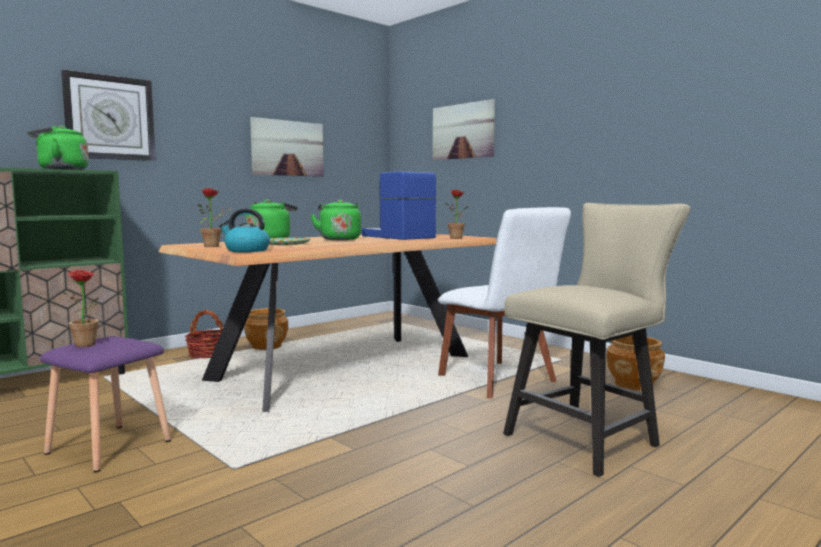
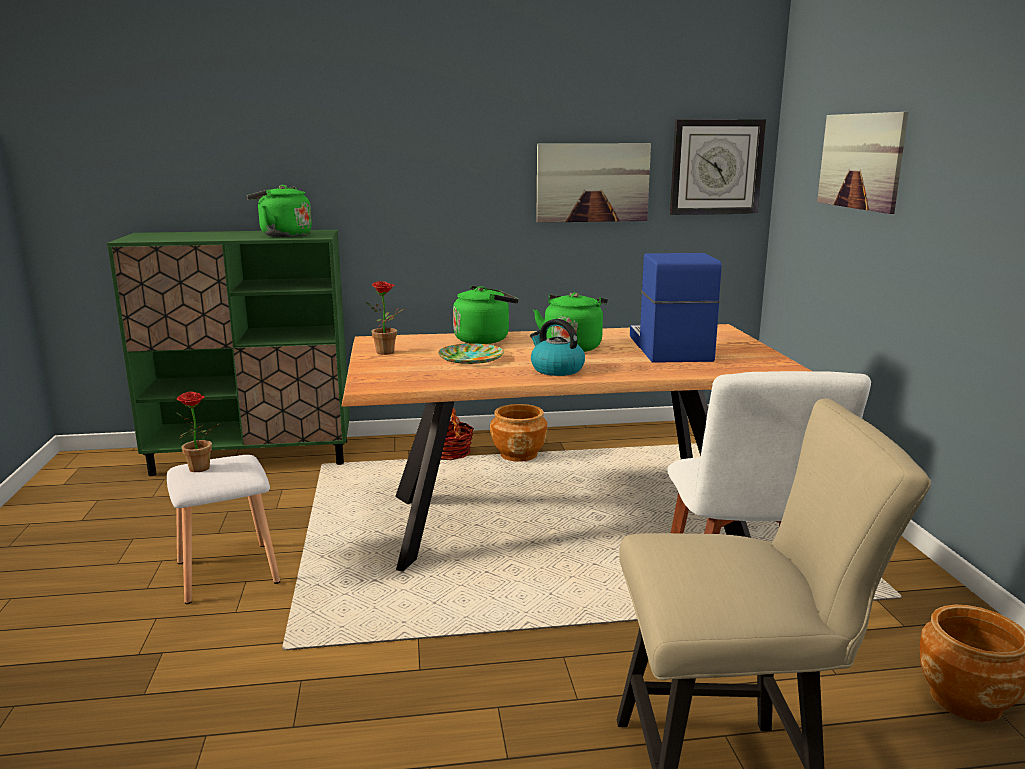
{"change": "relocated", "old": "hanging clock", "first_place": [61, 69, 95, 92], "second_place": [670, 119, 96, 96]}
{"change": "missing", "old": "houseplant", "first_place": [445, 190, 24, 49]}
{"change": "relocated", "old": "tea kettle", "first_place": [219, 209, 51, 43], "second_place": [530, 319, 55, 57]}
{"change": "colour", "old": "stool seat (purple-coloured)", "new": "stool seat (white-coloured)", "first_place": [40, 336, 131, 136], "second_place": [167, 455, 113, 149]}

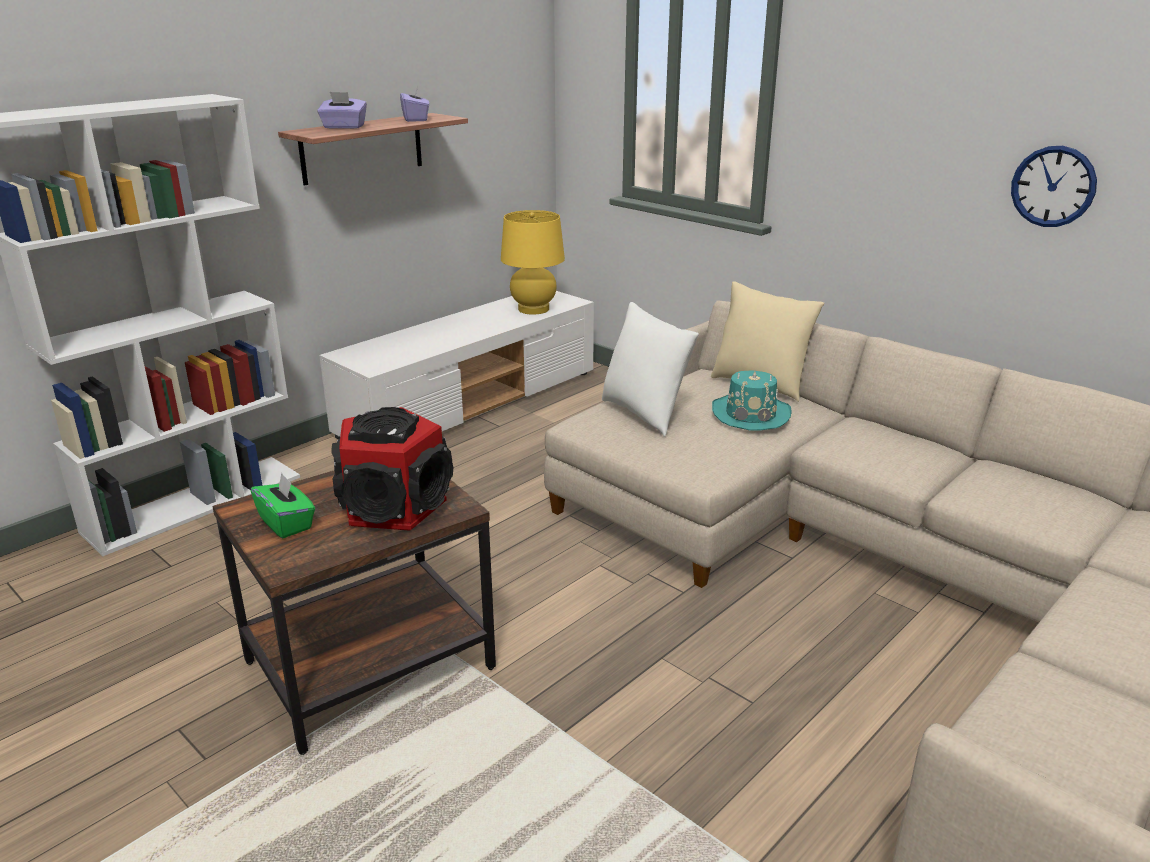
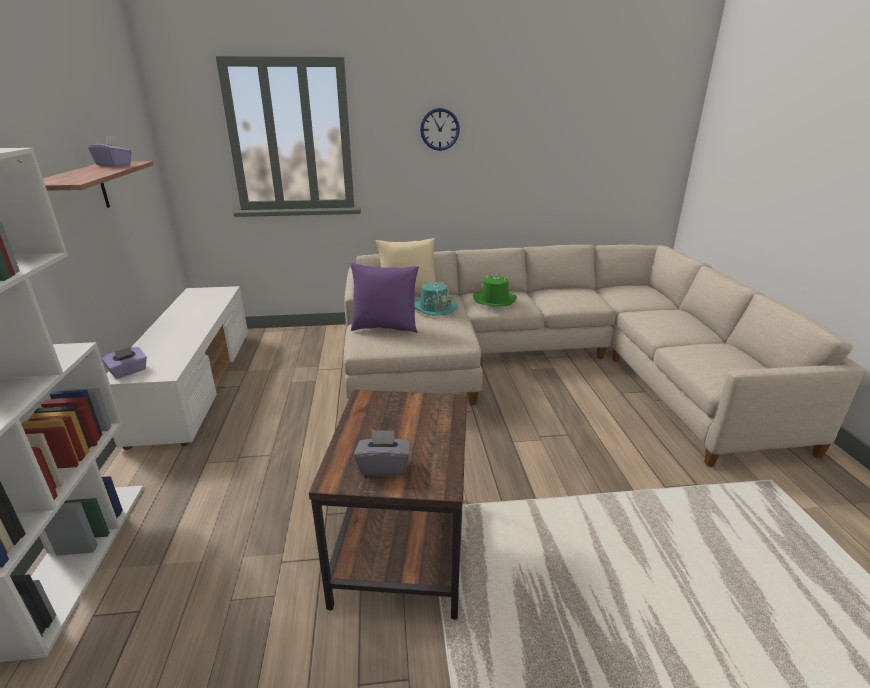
{"change": "relocated", "old": "box of tissues (purple-coloured)", "first_place": [317, 92, 50, 37], "second_place": [102, 347, 45, 32]}
{"change": "relocated", "old": "hanging clock", "first_place": [1011, 146, 86, 81], "second_place": [420, 108, 40, 43]}
{"change": "missing", "old": "lamp for a table (yellow-coloured)", "first_place": [501, 210, 64, 105]}
{"change": "colour", "old": "pillow (white-coloured)", "new": "pillow (purple-coloured)", "first_place": [602, 302, 97, 135], "second_place": [351, 263, 68, 70]}
{"change": "missing", "old": "loudspeaker", "first_place": [331, 407, 122, 124]}
{"change": "colour", "old": "box of tissues (green-coloured)", "new": "box of tissues (gray)", "first_place": [251, 473, 64, 65], "second_place": [354, 430, 56, 46]}
{"change": "appeared", "new": "hat (green-coloured)", "second_place": [473, 274, 44, 33]}

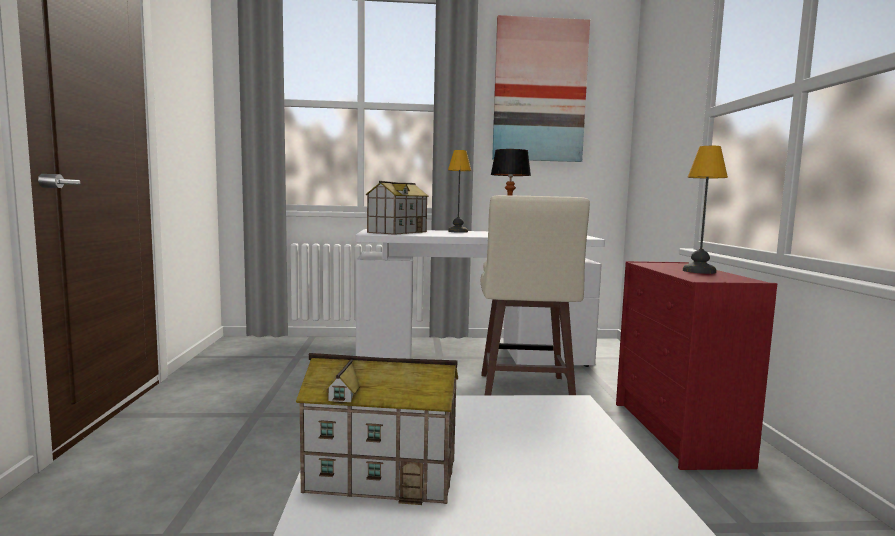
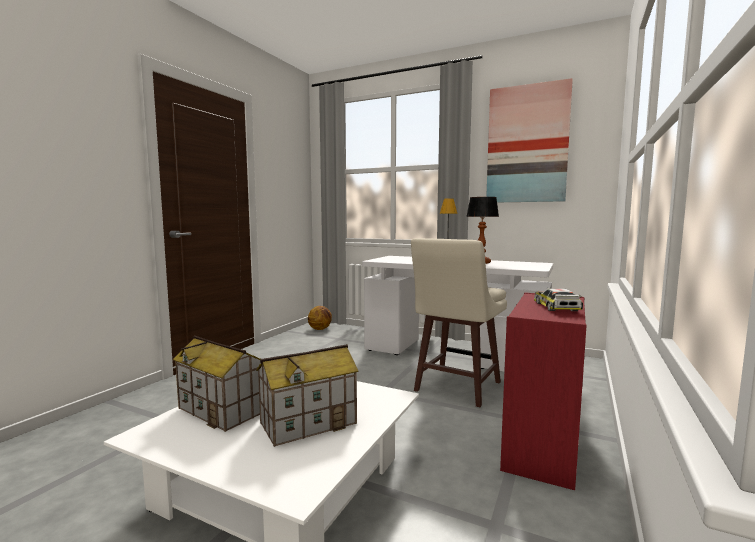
{"change": "exchanged", "old": "lamp for a table", "new": "model car", "first_place": [683, 146, 45, 128], "second_place": [534, 289, 49, 22]}
{"change": "relocated", "old": "toy house", "first_place": [366, 181, 63, 54], "second_place": [256, 344, 102, 103]}
{"change": "appeared", "new": "ball for basketball", "second_place": [308, 306, 24, 24]}

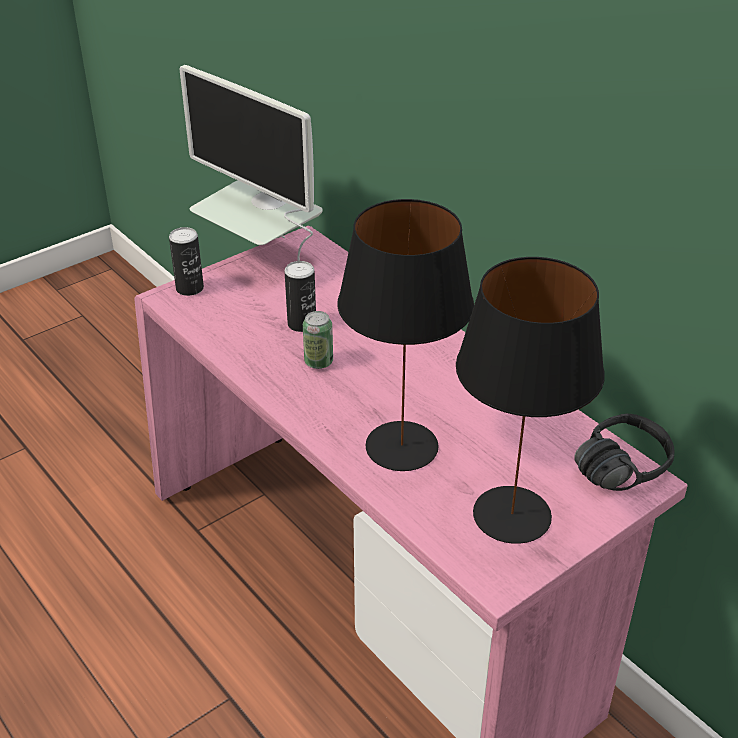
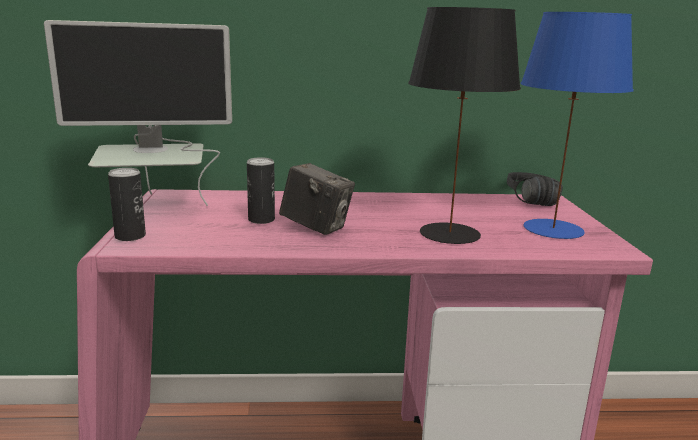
{"change": "colour", "old": "lamp for a table (black-coloured)", "new": "lamp for a table (blue-coloured)", "first_place": [456, 257, 149, 287], "second_place": [521, 12, 112, 227]}
{"change": "exchanged", "old": "metal can", "new": "photo camera", "first_place": [303, 311, 30, 58], "second_place": [279, 163, 76, 72]}

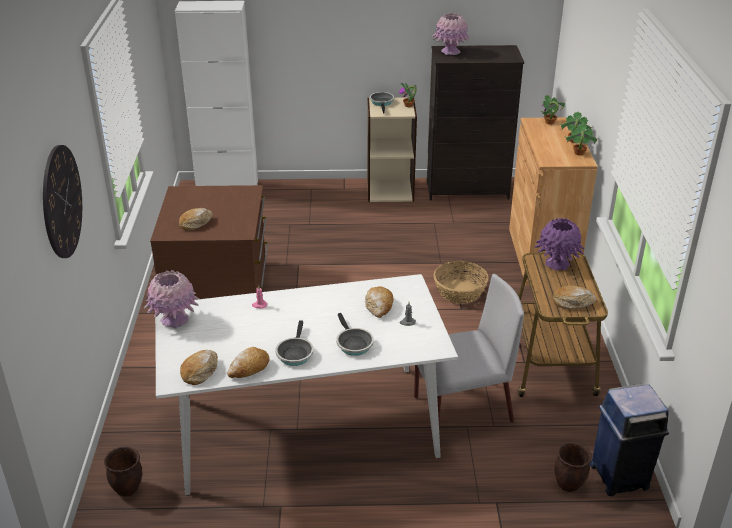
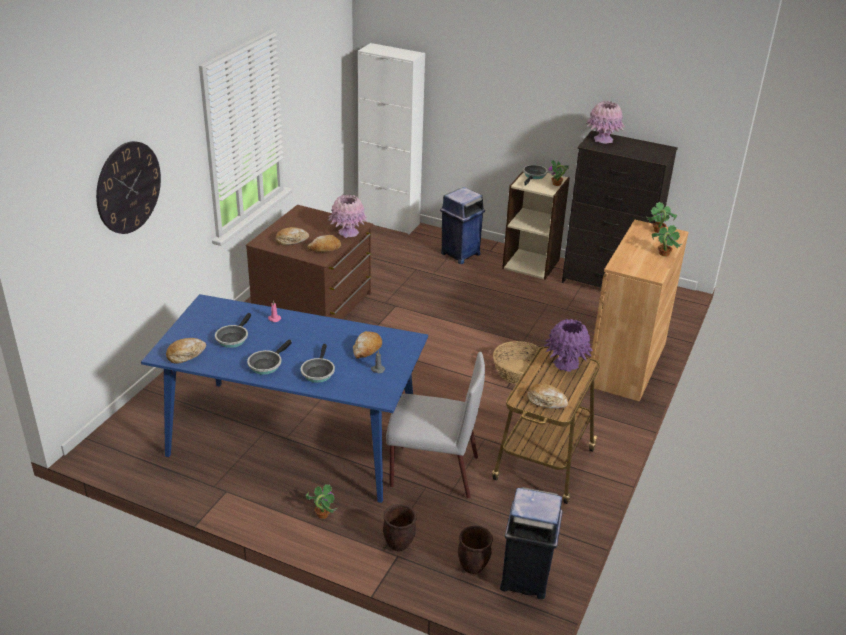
{"change": "relocated", "old": "houseplant", "first_place": [565, 123, 33, 33], "second_place": [305, 484, 32, 35]}
{"change": "relocated", "old": "vase (pink)", "first_place": [144, 270, 55, 59], "second_place": [328, 194, 39, 44]}
{"change": "colour", "old": "dinner table (white-coloured)", "new": "dinner table (blue-coloured)", "first_place": [155, 274, 303, 221], "second_place": [141, 294, 287, 209]}
{"change": "relocated", "old": "bakery bread", "first_place": [227, 347, 42, 31], "second_place": [308, 235, 33, 17]}
{"change": "relocated", "old": "planter (brown-coloured)", "first_place": [104, 447, 38, 49], "second_place": [383, 504, 34, 47]}
{"change": "appeared", "new": "waste bin (blue-coloured)", "second_place": [440, 187, 45, 77]}
{"change": "appeared", "new": "skillet", "second_place": [215, 313, 36, 35]}

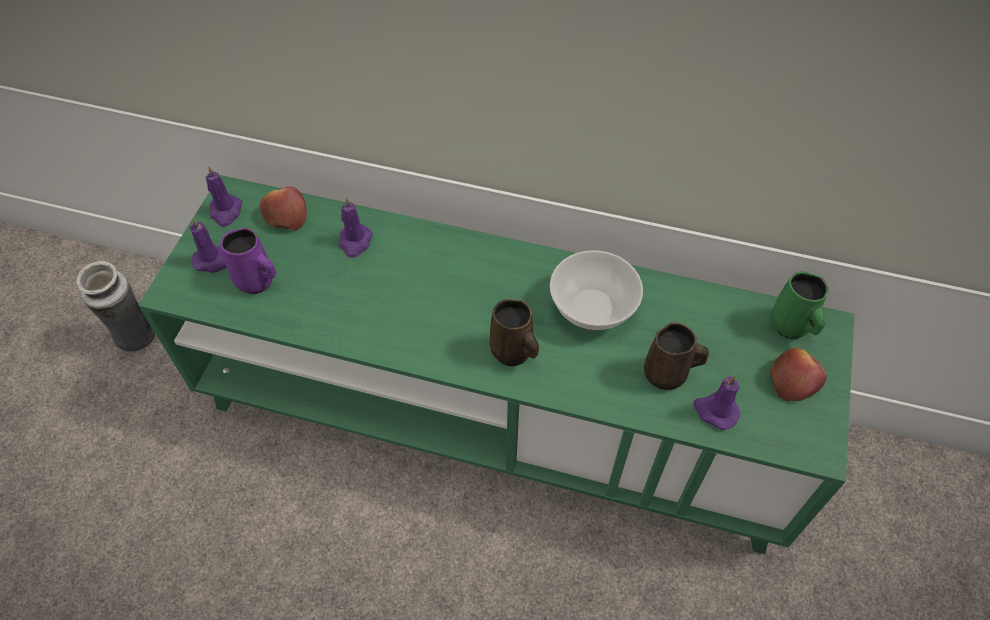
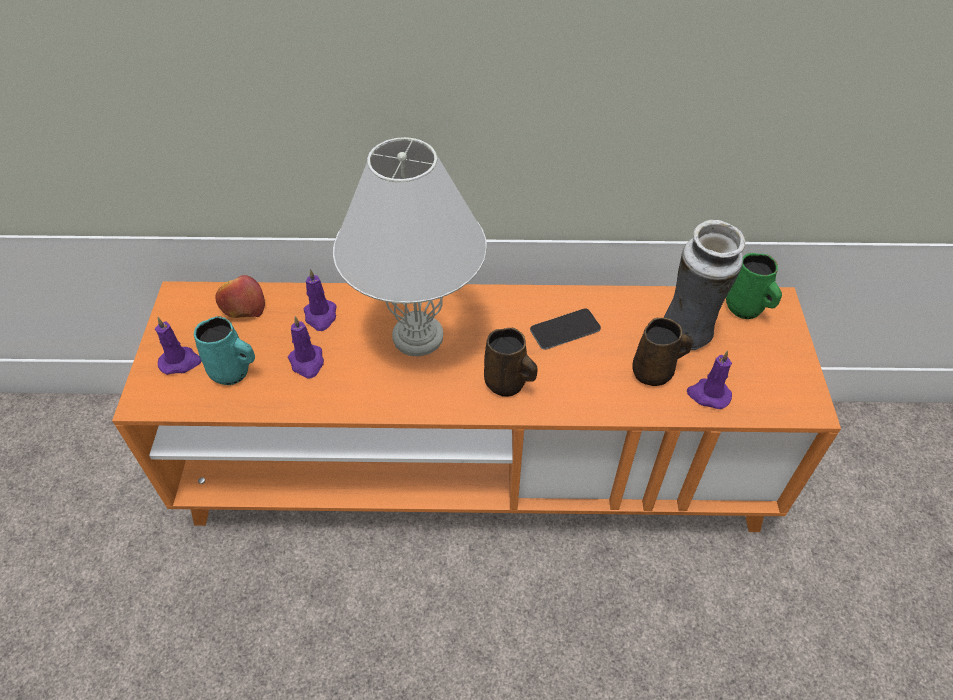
{"change": "relocated", "old": "wax light (purple-coloured)", "first_place": [206, 166, 36, 61], "second_place": [288, 316, 36, 63]}
{"change": "colour", "old": "media console (green-coloured)", "new": "media console (orange)", "first_place": [138, 175, 717, 379], "second_place": [112, 281, 729, 251]}
{"change": "colour", "old": "coffee mug (purple-coloured)", "new": "coffee mug (turquoise)", "first_place": [220, 228, 56, 66], "second_place": [194, 316, 61, 69]}
{"change": "exchanged", "old": "bowl", "new": "telephone", "first_place": [550, 250, 93, 81], "second_place": [530, 308, 71, 42]}
{"change": "relocated", "old": "vase", "first_place": [76, 261, 79, 91], "second_place": [664, 220, 81, 130]}
{"change": "missing", "old": "apple fruit", "first_place": [770, 348, 57, 53]}
{"change": "appeared", "new": "lamp for a table (white-coloured)", "second_place": [333, 137, 154, 220]}

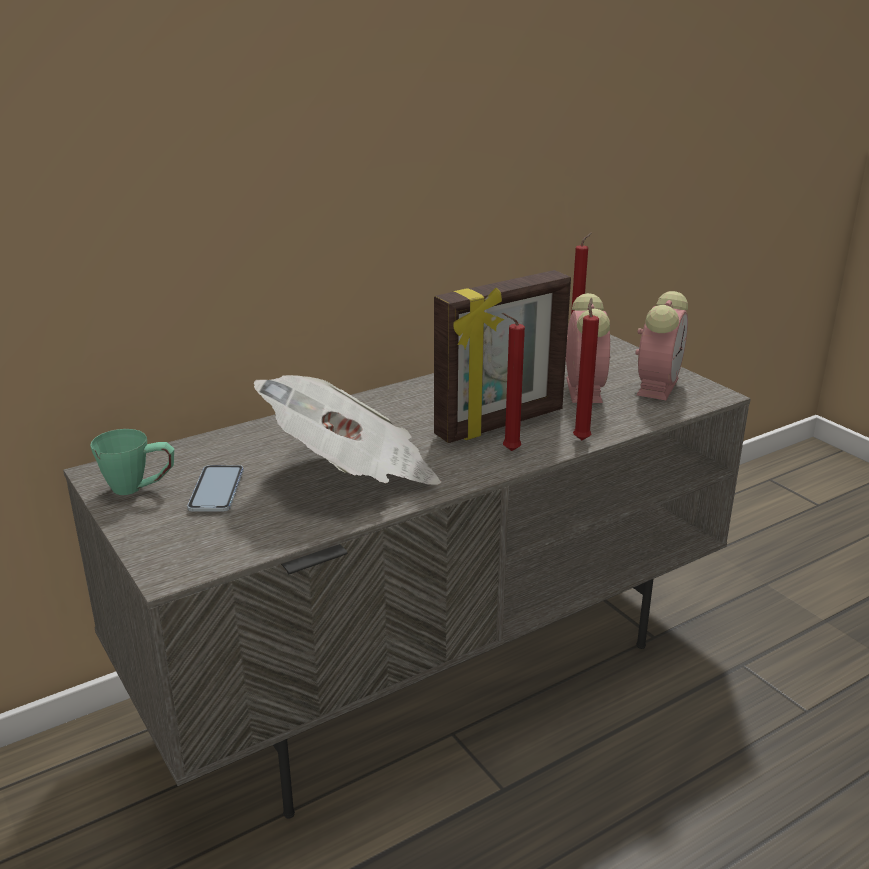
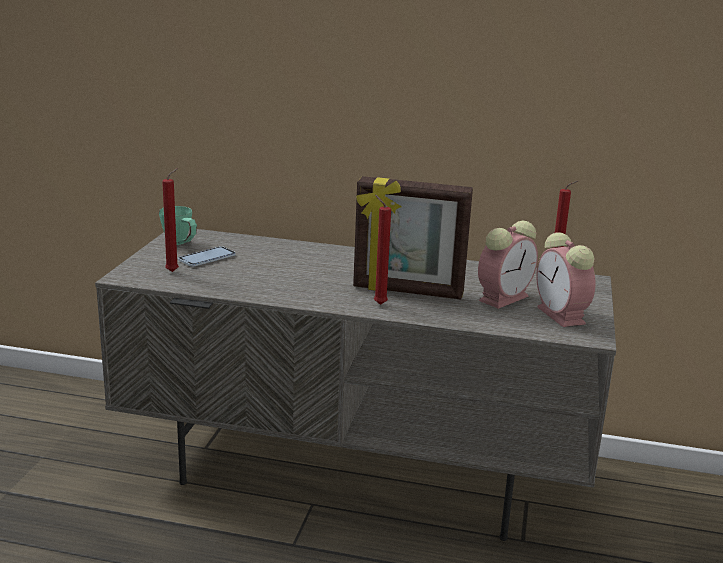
{"change": "spun", "old": "alarm clock", "first_place": [635, 291, 53, 109], "second_place": [536, 232, 60, 95], "degrees": 90}
{"change": "relocated", "old": "wax light (red)", "first_place": [573, 298, 26, 142], "second_place": [162, 168, 17, 104]}
{"change": "missing", "old": "printed paper", "first_place": [253, 375, 189, 110]}

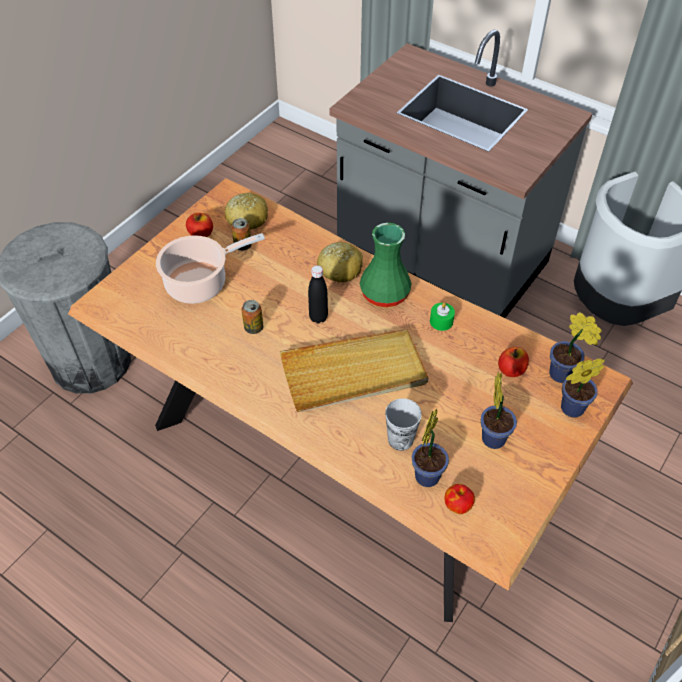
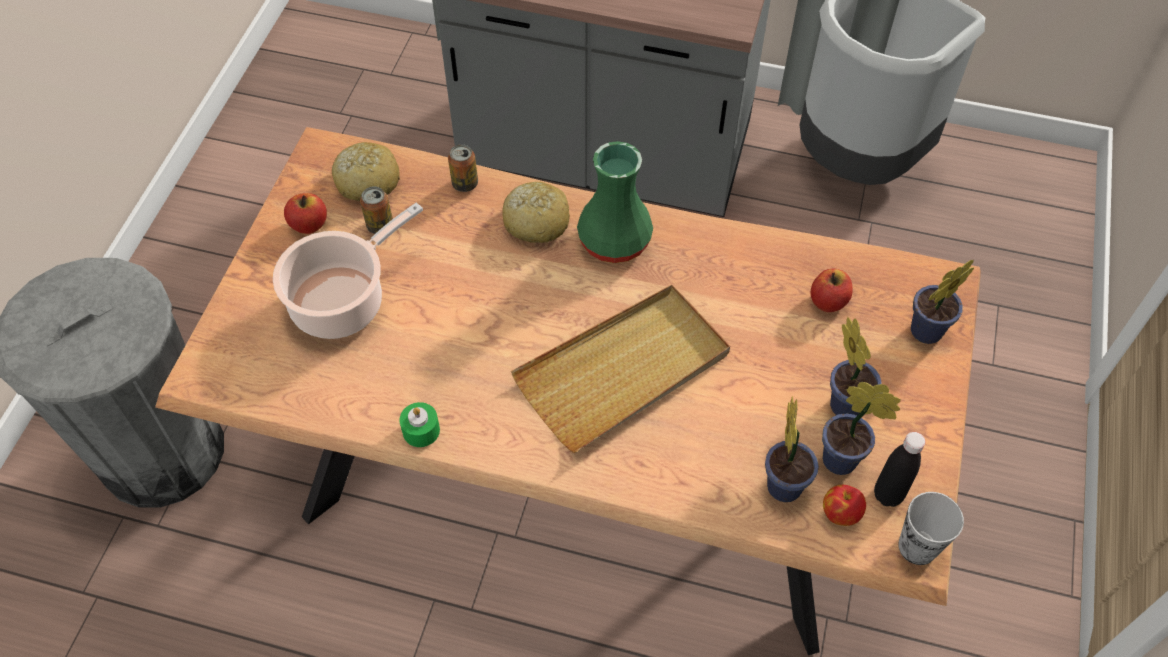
{"change": "relocated", "old": "bottle (black-coloured)", "first_place": [308, 265, 20, 59], "second_place": [874, 432, 51, 75]}
{"change": "relocated", "old": "metal can", "first_place": [241, 300, 22, 34], "second_place": [448, 144, 30, 48]}
{"change": "relocated", "old": "wax light (green-coloured)", "first_place": [430, 303, 25, 28], "second_place": [399, 402, 41, 45]}
{"change": "relocated", "old": "houseplant", "first_place": [549, 312, 53, 71], "second_place": [822, 382, 79, 93]}
{"change": "relocated", "old": "small cup", "first_place": [385, 398, 37, 53], "second_place": [898, 492, 66, 73]}

